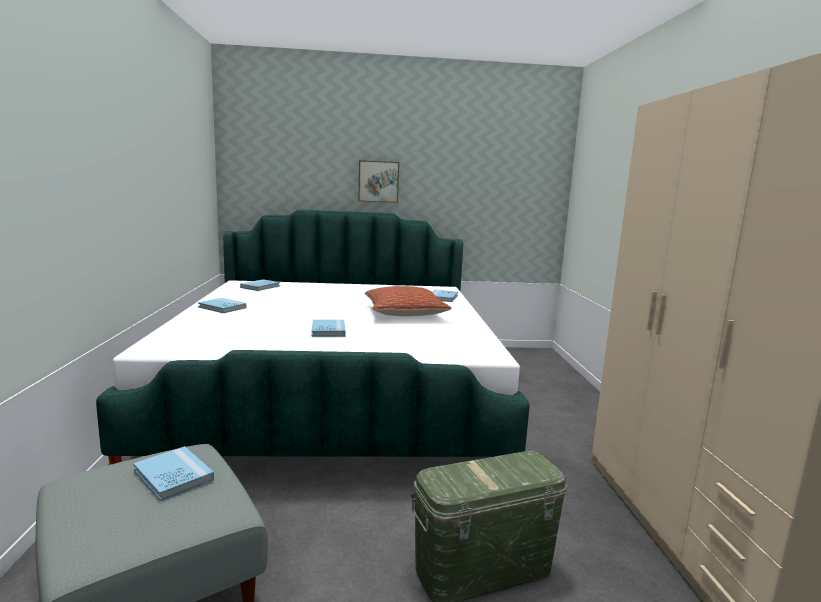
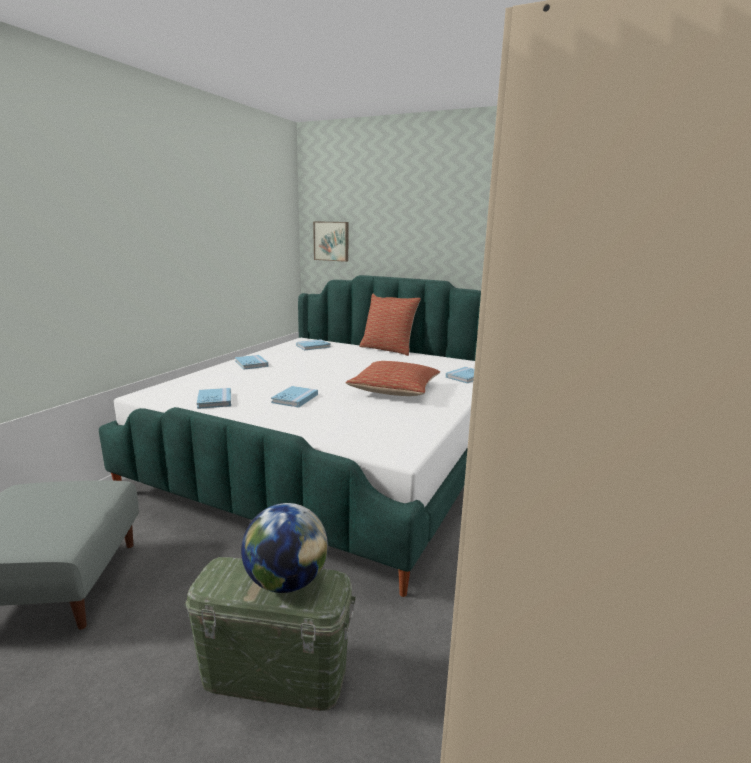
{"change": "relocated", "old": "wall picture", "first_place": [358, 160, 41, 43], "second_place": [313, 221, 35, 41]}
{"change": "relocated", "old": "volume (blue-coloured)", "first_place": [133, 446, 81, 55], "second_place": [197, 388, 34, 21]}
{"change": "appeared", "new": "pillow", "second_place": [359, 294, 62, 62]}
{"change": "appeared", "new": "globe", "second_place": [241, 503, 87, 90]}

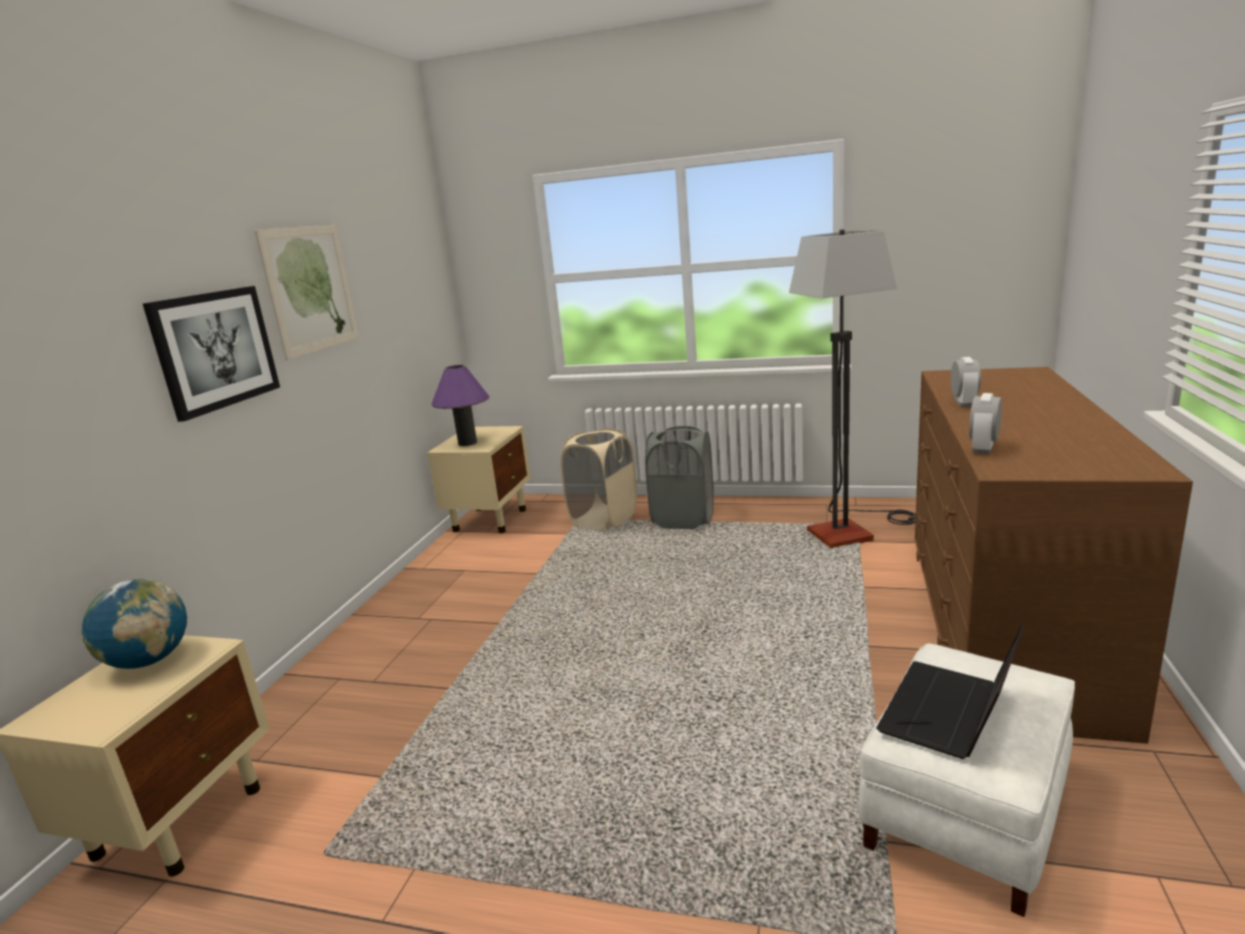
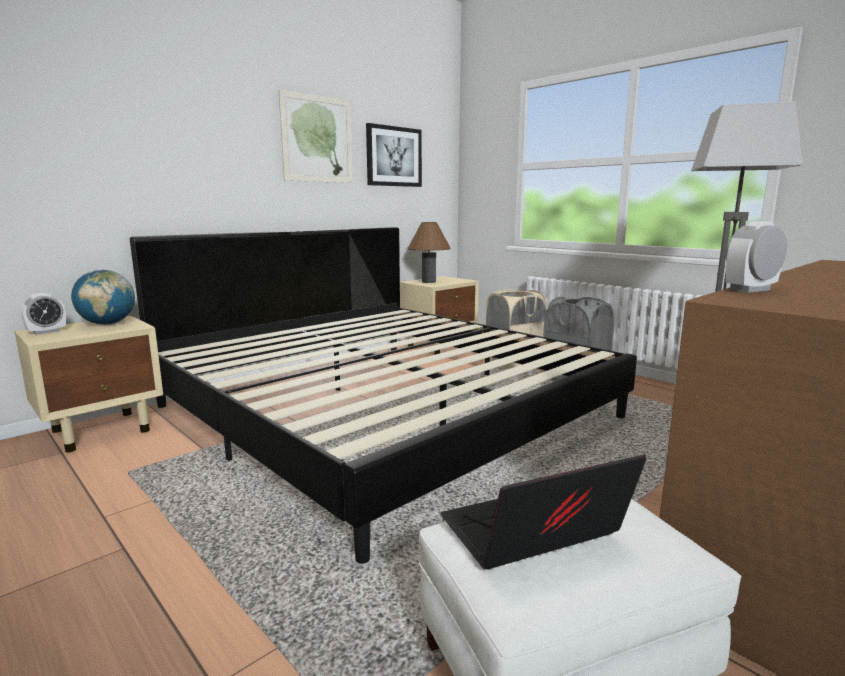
{"change": "relocated", "old": "wall picture", "first_place": [143, 286, 137, 136], "second_place": [366, 123, 56, 64]}
{"change": "relocated", "old": "alarm clock", "first_place": [951, 357, 30, 50], "second_place": [20, 293, 46, 42]}
{"change": "colour", "old": "lamp for a table (purple-coloured)", "new": "lamp for a table (brown-coloured)", "first_place": [431, 365, 58, 81], "second_place": [408, 222, 43, 61]}
{"change": "appeared", "new": "bed", "second_place": [130, 227, 507, 337]}

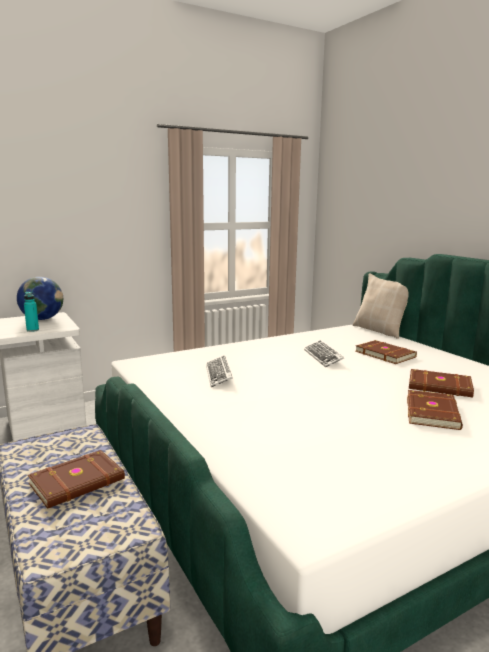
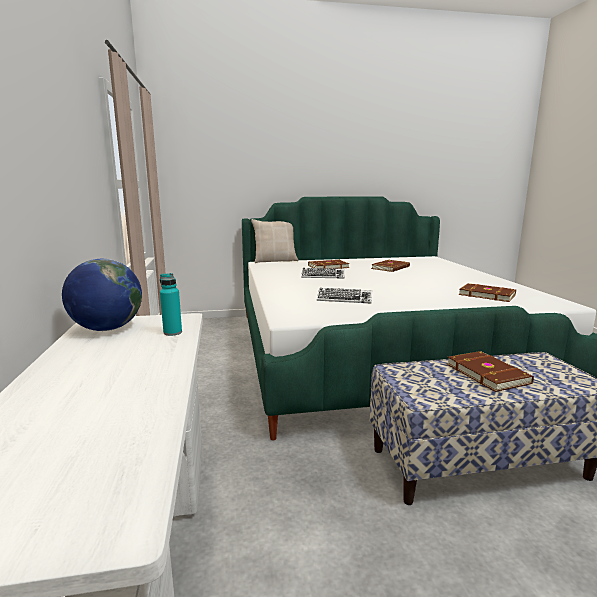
{"change": "relocated", "old": "volume (brown-coloured)", "first_place": [407, 390, 56, 40], "second_place": [459, 283, 57, 19]}

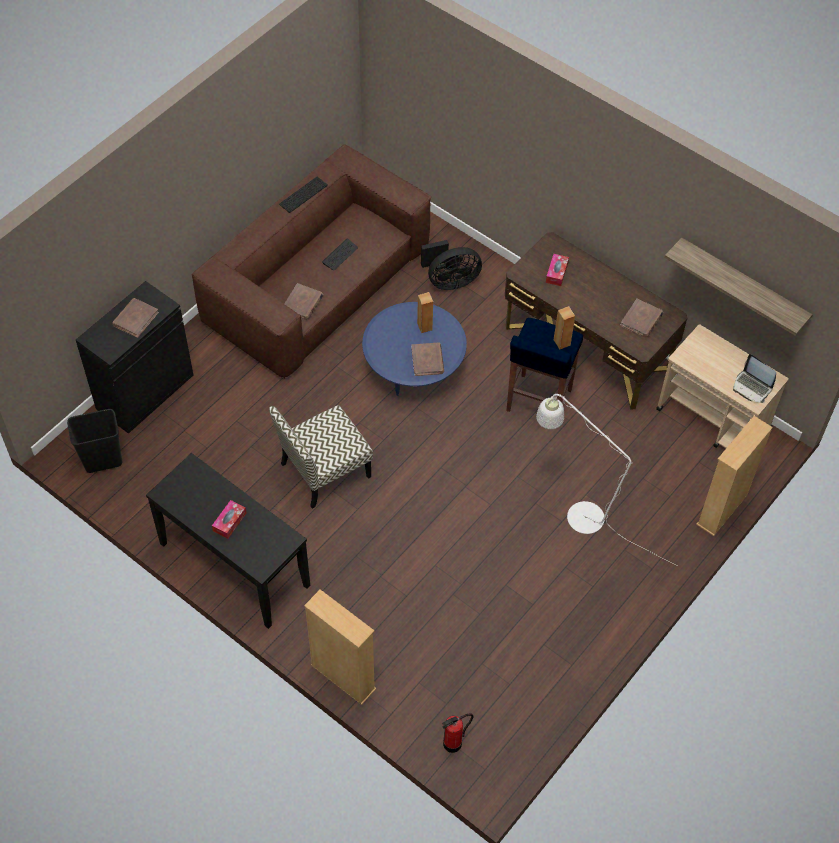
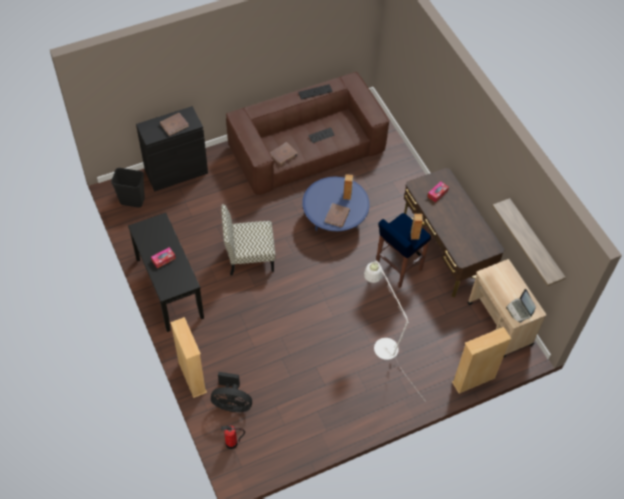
{"change": "relocated", "old": "cooling fan (black-coloured)", "first_place": [421, 240, 61, 50], "second_place": [211, 372, 41, 40]}
{"change": "missing", "old": "volume (brown-coloured)", "first_place": [620, 299, 43, 38]}

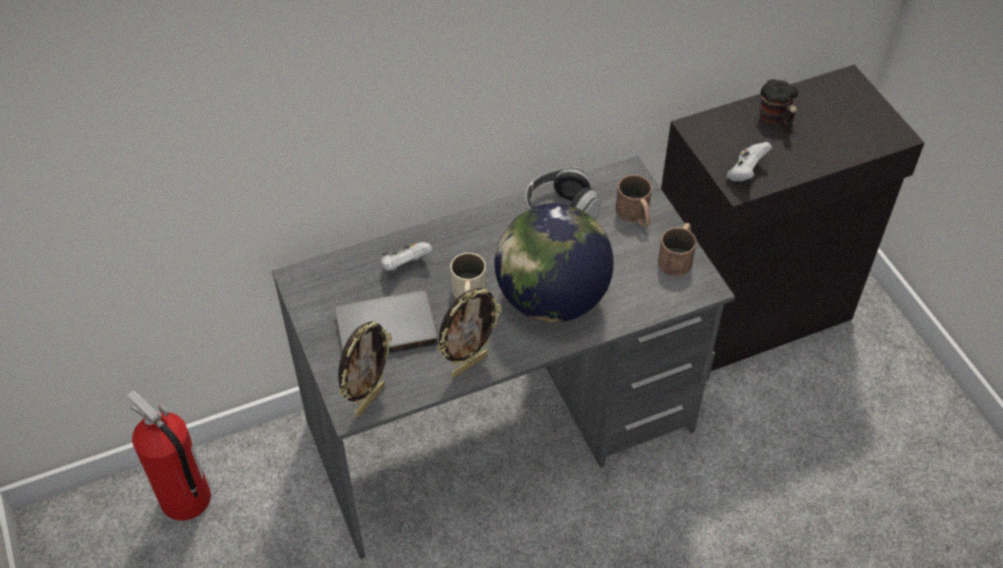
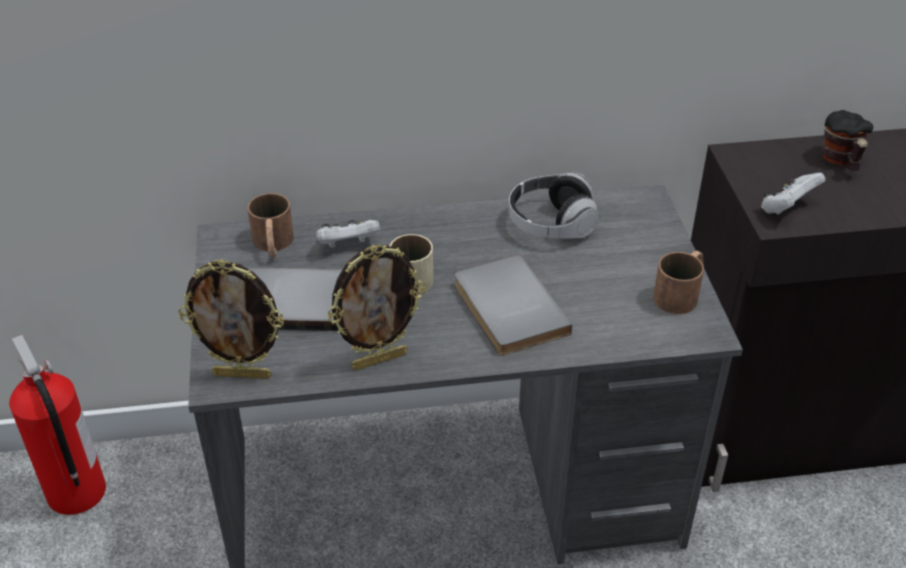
{"change": "relocated", "old": "coffee mug (brown-coloured)", "first_place": [616, 175, 36, 52], "second_place": [248, 193, 46, 64]}
{"change": "exchanged", "old": "globe", "new": "volume (gray)", "first_place": [494, 203, 120, 120], "second_place": [455, 255, 117, 101]}
{"change": "spun", "old": "standing frame", "first_place": [338, 321, 54, 96], "second_place": [178, 259, 106, 120], "degrees": 45}

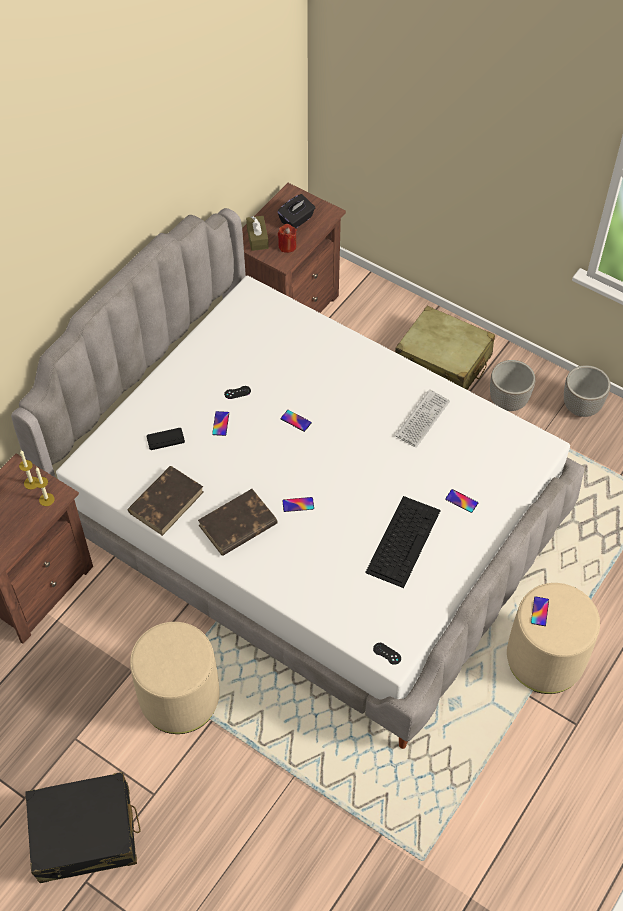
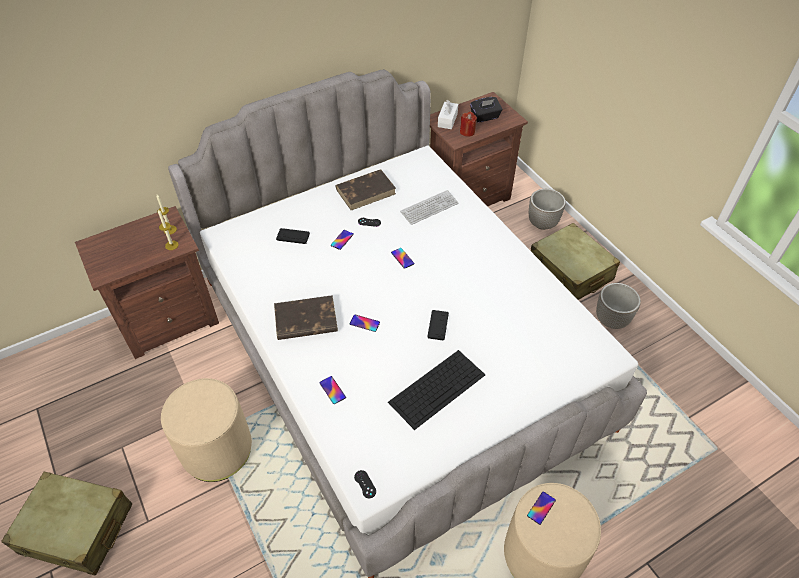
{"change": "colour", "old": "box of tissues (brown-coloured)", "new": "box of tissues (white-coloured)", "first_place": [246, 216, 23, 35], "second_place": [438, 100, 20, 29]}
{"change": "relocated", "old": "planter", "first_place": [564, 365, 47, 52], "second_place": [529, 189, 37, 41]}
{"change": "relocated", "old": "computer keyboard", "first_place": [395, 389, 55, 59], "second_place": [400, 190, 59, 35]}
{"change": "relocated", "old": "volume (brown-coloured)", "first_place": [127, 466, 77, 70], "second_place": [336, 169, 60, 41]}
{"change": "relocated", "old": "telephone", "first_place": [445, 489, 33, 24], "second_place": [319, 376, 27, 28]}
{"change": "colour", "old": "travel case (black-coloured)", "new": "travel case (beige)", "first_place": [26, 772, 115, 111], "second_place": [1, 472, 131, 104]}
{"change": "appeared", "new": "gamepad (black-coloured)", "second_place": [427, 310, 22, 31]}

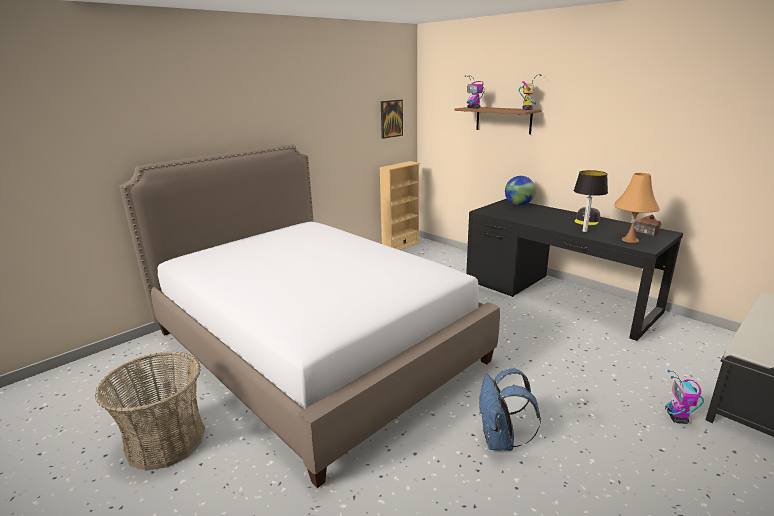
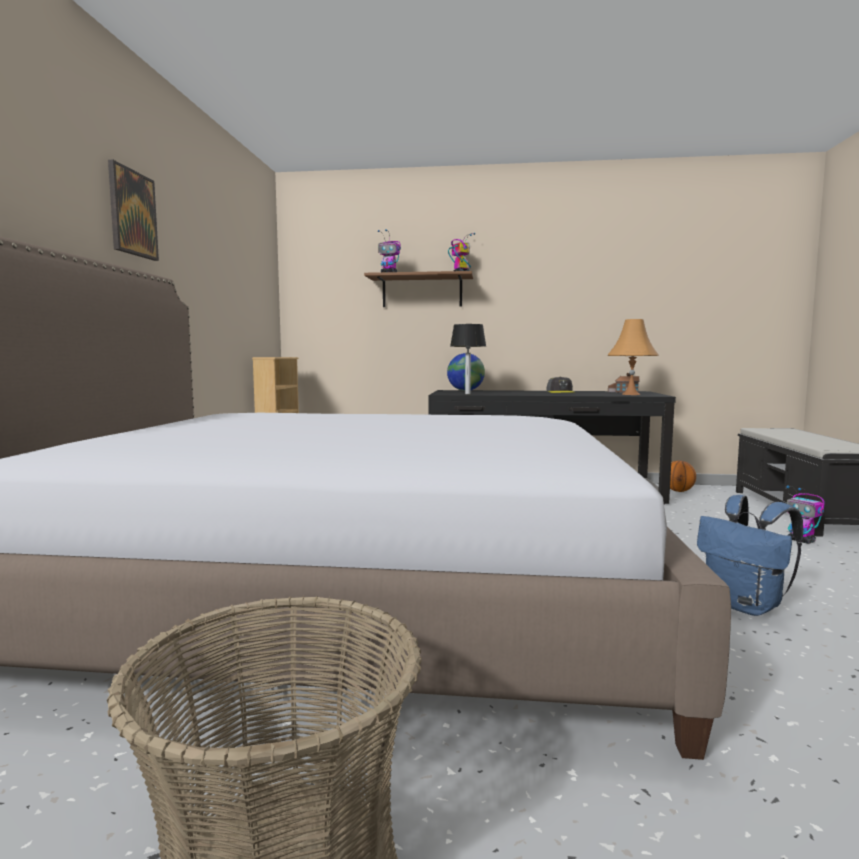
{"change": "relocated", "old": "wall picture", "first_place": [381, 100, 22, 39], "second_place": [108, 160, 51, 101]}
{"change": "relocated", "old": "lamp for a table", "first_place": [574, 170, 34, 62], "second_place": [450, 324, 36, 70]}
{"change": "appeared", "new": "ball for basketball", "second_place": [670, 460, 26, 32]}

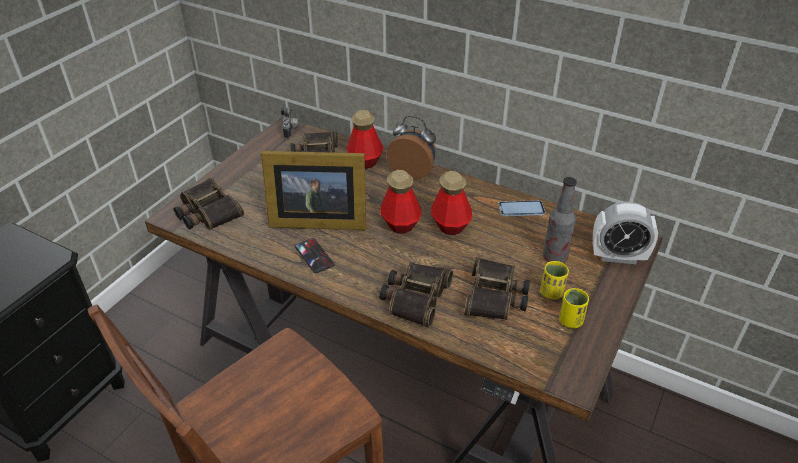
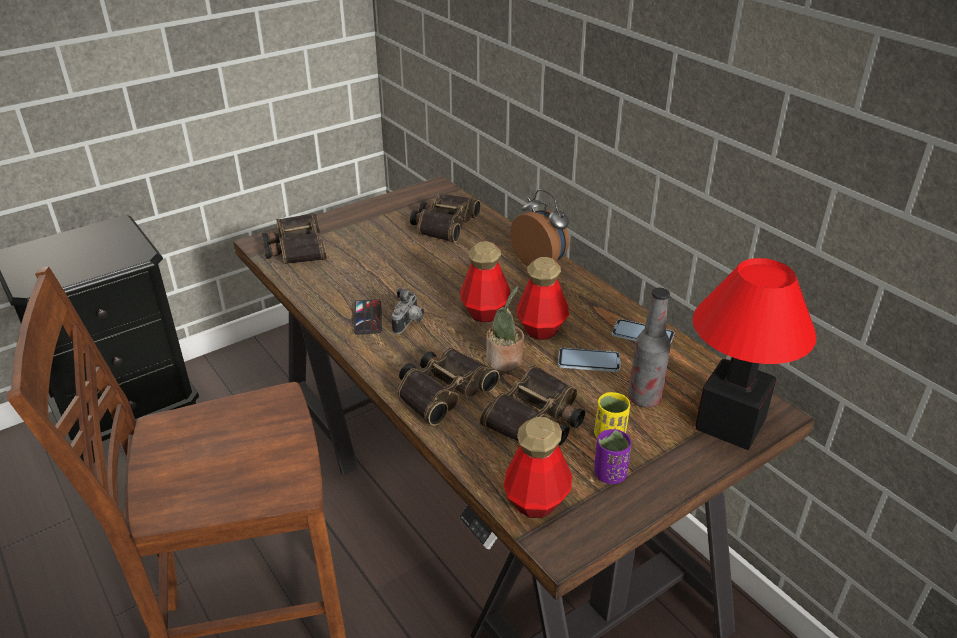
{"change": "relocated", "old": "photo camera", "first_place": [280, 108, 19, 31], "second_place": [391, 288, 33, 46]}
{"change": "relocated", "old": "bottle", "first_place": [346, 110, 38, 59], "second_place": [504, 417, 68, 101]}
{"change": "missing", "old": "standing frame", "first_place": [261, 151, 105, 79]}
{"change": "exchanged", "old": "alarm clock", "new": "lamp for a table", "first_place": [593, 202, 65, 62], "second_place": [693, 258, 124, 193]}
{"change": "colour", "old": "small cup (yellow-coloured)", "new": "small cup (purple-coloured)", "first_place": [559, 288, 30, 40], "second_place": [594, 429, 37, 55]}
{"change": "appeared", "new": "houseplant", "second_place": [486, 286, 38, 85]}
{"change": "appeared", "new": "telephone", "second_place": [558, 348, 62, 24]}

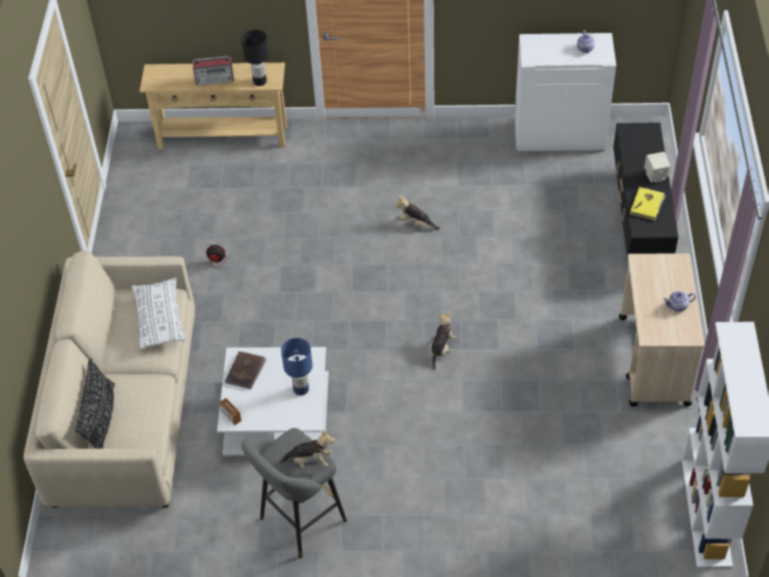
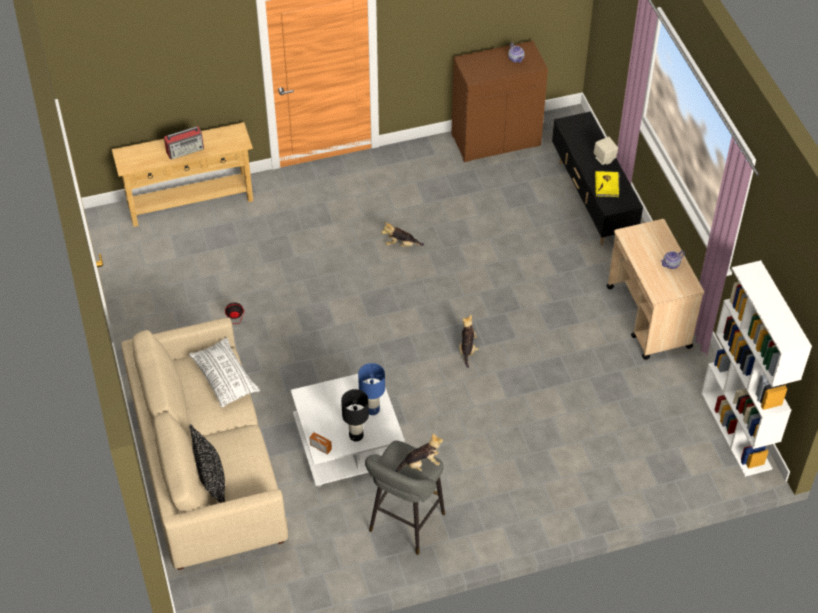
{"change": "relocated", "old": "lamp for a table (black-coloured)", "first_place": [242, 30, 27, 56], "second_place": [341, 389, 28, 53]}
{"change": "colour", "old": "cupboard (white-coloured)", "new": "cupboard (brown-coloured)", "first_place": [515, 33, 101, 119], "second_place": [451, 41, 97, 121]}
{"change": "missing", "old": "volume (brown-coloured)", "first_place": [225, 352, 42, 37]}

